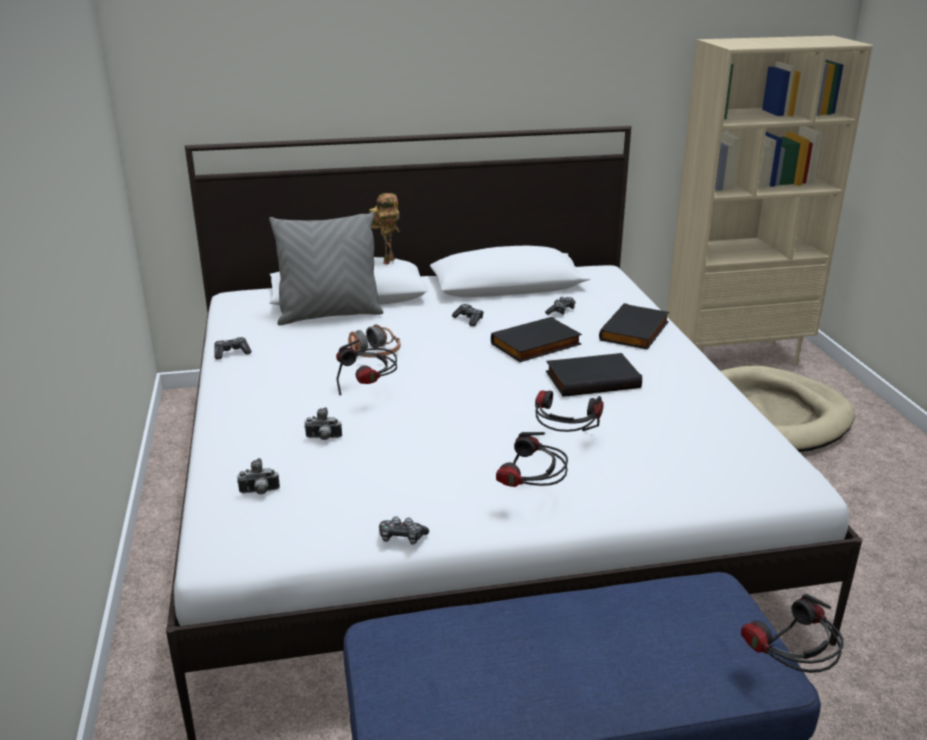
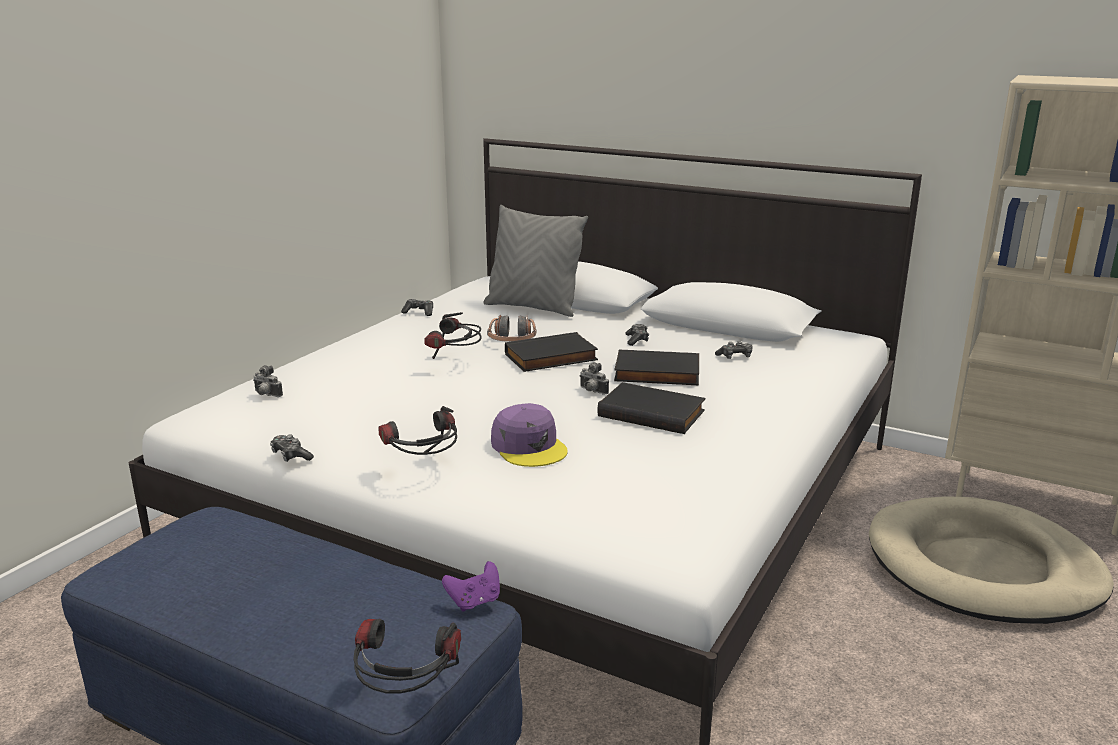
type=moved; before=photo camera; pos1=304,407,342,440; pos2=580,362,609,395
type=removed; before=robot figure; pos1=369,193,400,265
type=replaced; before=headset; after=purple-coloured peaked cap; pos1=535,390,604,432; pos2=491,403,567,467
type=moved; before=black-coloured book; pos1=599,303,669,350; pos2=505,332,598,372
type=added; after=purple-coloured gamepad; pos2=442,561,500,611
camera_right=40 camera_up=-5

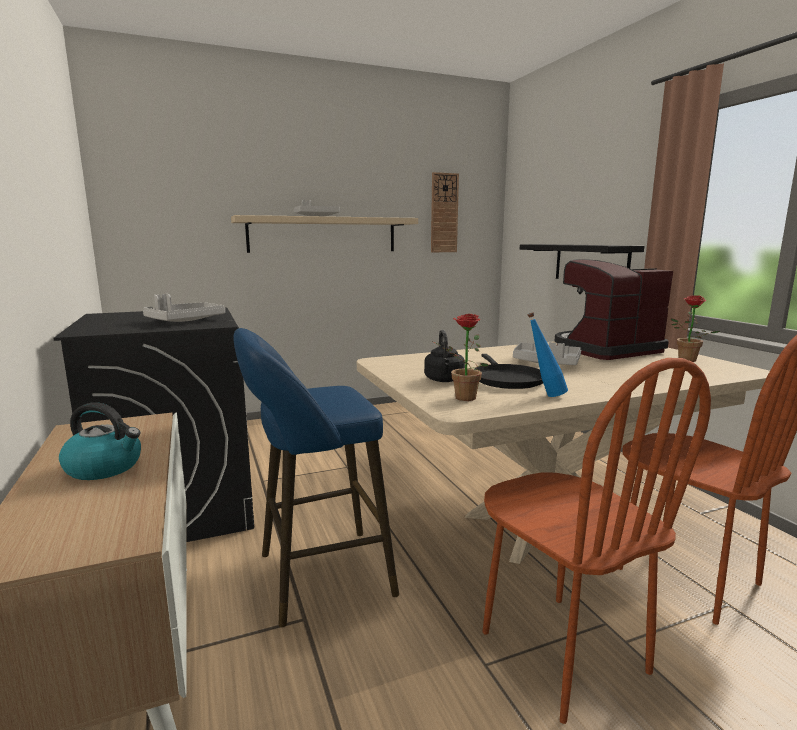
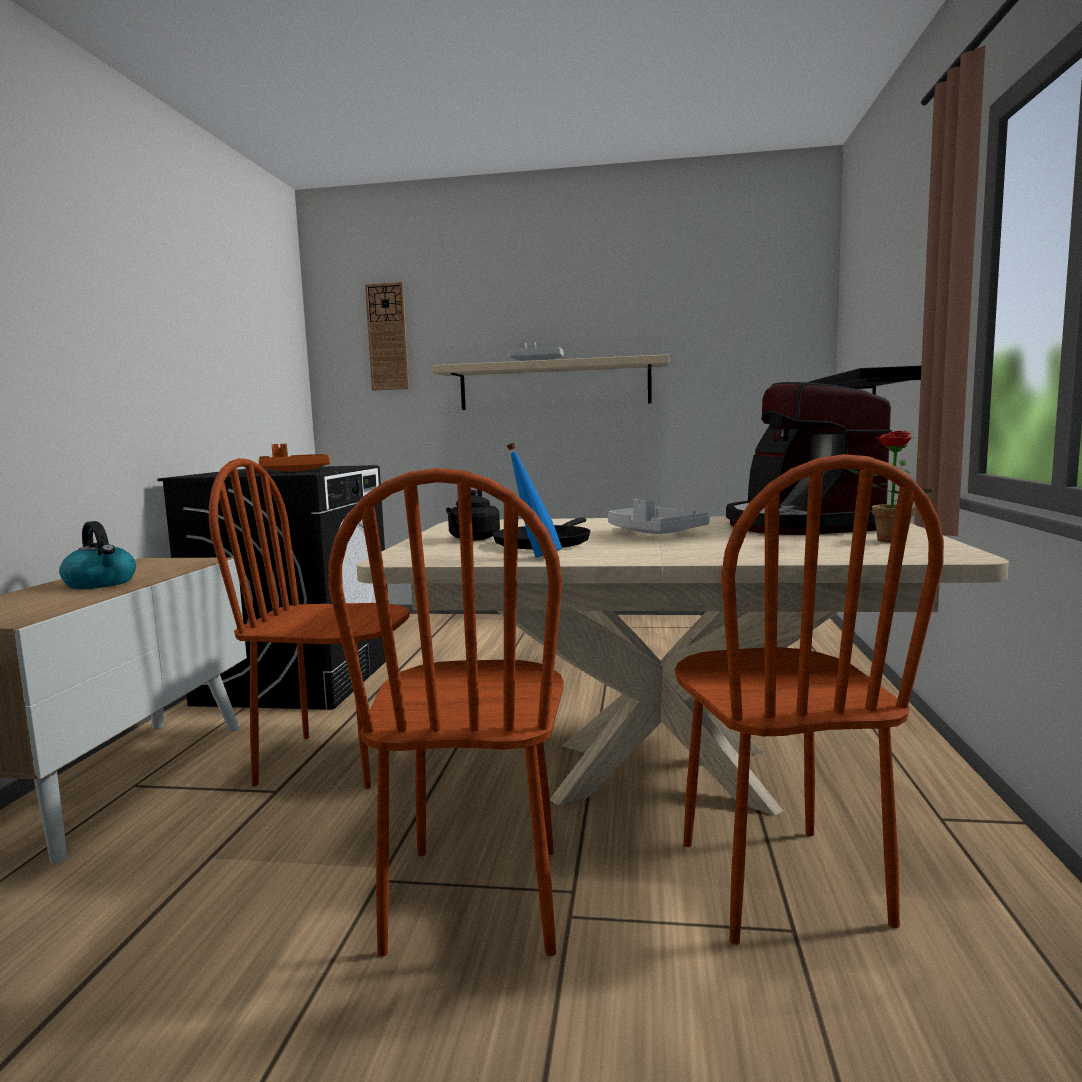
type=recoloured; before=grey carrying tray; after=orange-coloured carrying tray; pos1=143,294,225,322; pos2=258,444,330,472
type=replaced; before=bluish sitting stool; after=brown-coloured plain chair; pos1=234,328,399,627; pos2=209,458,410,789
type=moved; before=hanging clock; pos1=431,172,459,252; pos2=365,282,409,390
type=removed; before=plant in a pot; pos1=433,314,489,401
type=turned; before=coffee machine; pos1=555,259,673,360; pos2=726,382,892,535; turn=-105
camera_right=30 camera_up=-5

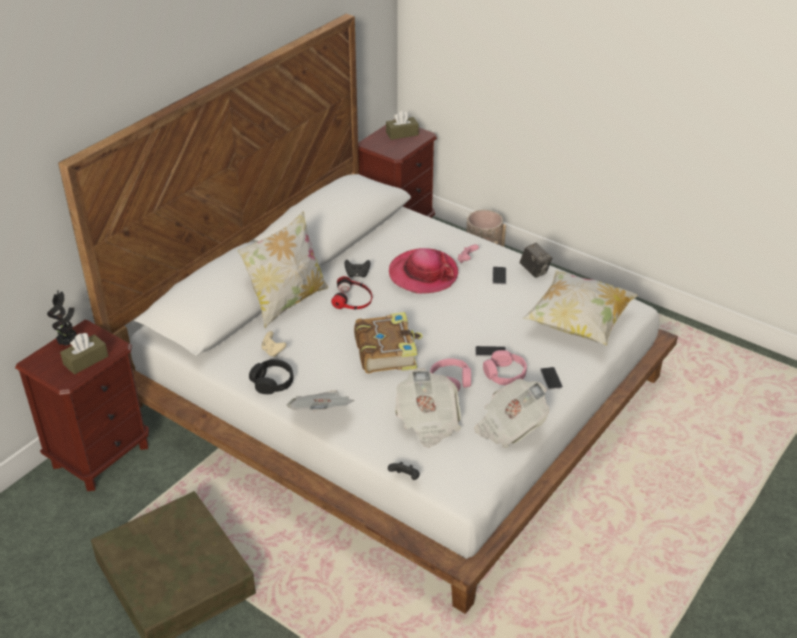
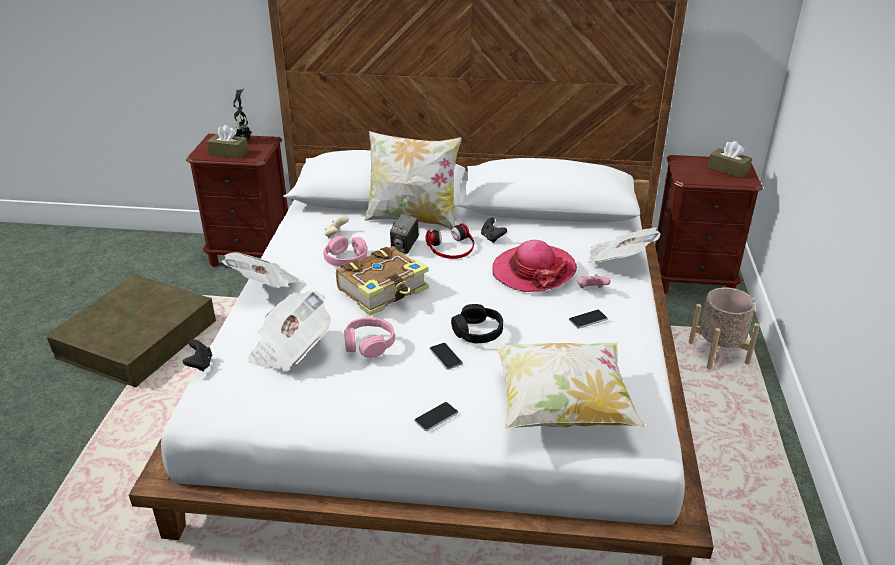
type=moved; before=black-coloured headset; pos1=249,359,293,394; pos2=451,304,503,343
type=moved; before=daily paper; pos1=474,379,549,448; pos2=588,227,661,263
type=moved; before=pink headset; pos1=483,350,527,385; pos2=324,236,368,267
type=moved; before=photo camera; pos1=520,243,552,278; pos2=390,214,419,254
camera_right=60 camera_up=-5

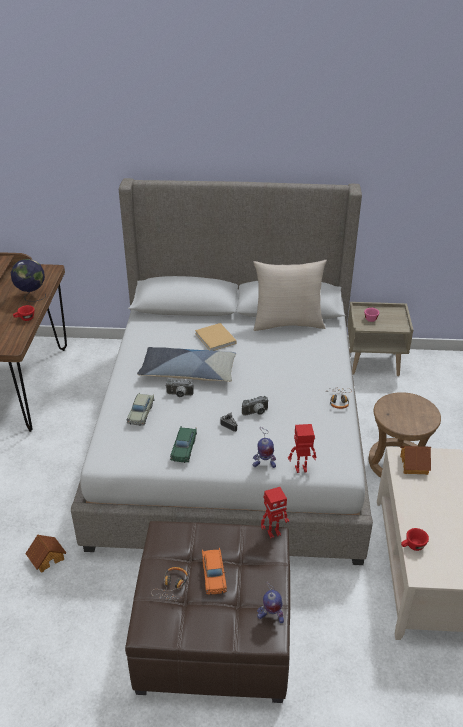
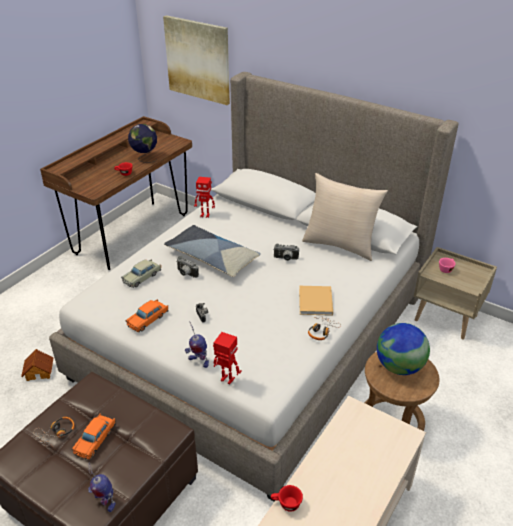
type=recoloured; before=green toy car; after=orange-coloured toy car; pos1=170,426,197,463; pos2=126,299,169,332
type=moved; before=sand-coloured book; pos1=195,323,236,351; pos2=299,286,333,316
type=moved; before=photo camera; pos1=242,396,269,416; pos2=274,244,299,261
type=moved; before=robot figure; pos1=261,487,289,539; pos2=194,177,215,218
type=removed; before=miniature house; pos1=400,446,431,475
type=added; after=wall art; pos2=163,15,230,105
type=added; after=globe; pos2=377,323,430,375
camera_right=30 camera_up=0

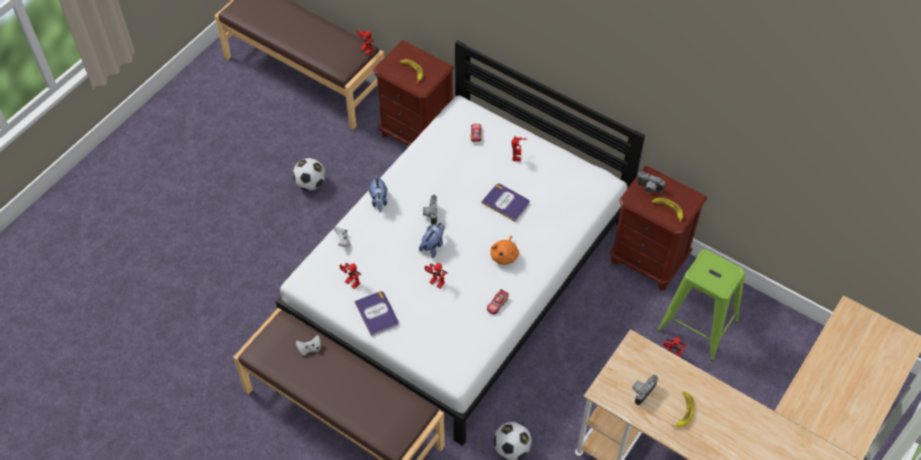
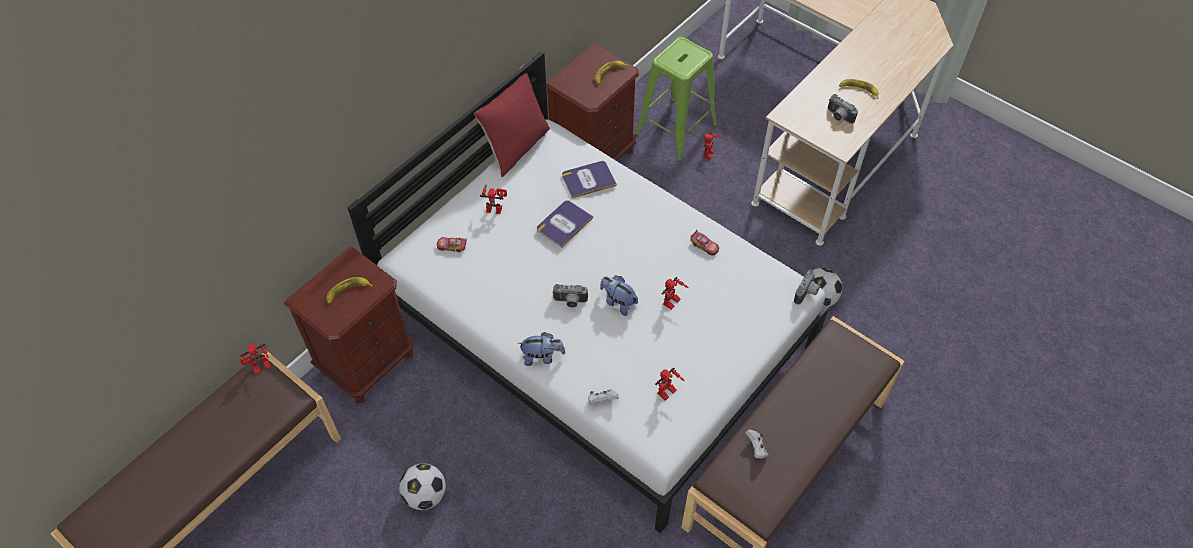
type=moved; before=book; pos1=354,291,399,336; pos2=562,161,617,199
type=removed; before=orange-coloured soft toy; pos1=490,236,519,265
type=moved; before=photo camera; pos1=637,171,665,193; pos2=794,270,820,305
type=added; after=red-coloured cushion; pos2=473,64,550,177
camera_right=-85 camera_up=0

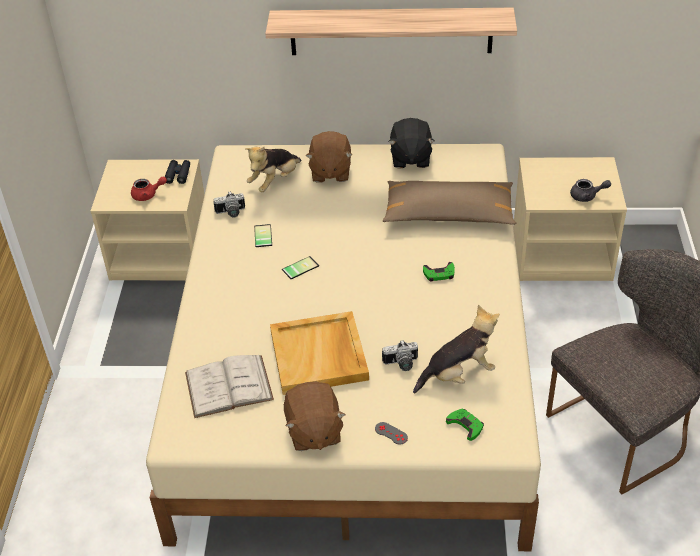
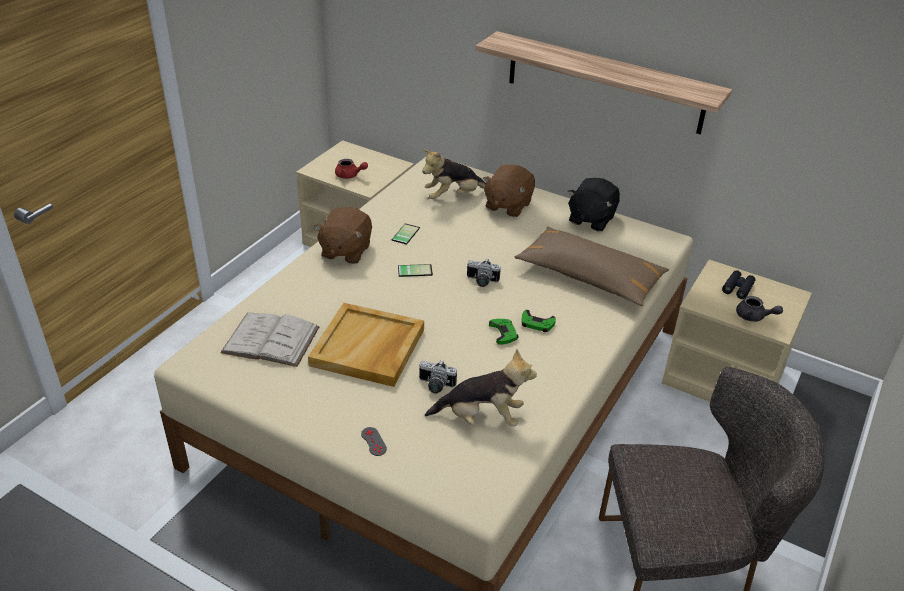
type=moved; before=black-coloured pair of binoculars; pos1=165,160,190,184; pos2=722,270,755,299
type=moved; before=photo camera; pos1=213,192,245,218; pos2=467,259,501,287
type=moved; before=brown-coloured soft toy; pos1=284,381,346,451; pos2=314,207,372,264
type=moved; before=green gamepad; pos1=446,409,484,441; pos2=489,319,519,345
camera_right=25 camera_up=-5

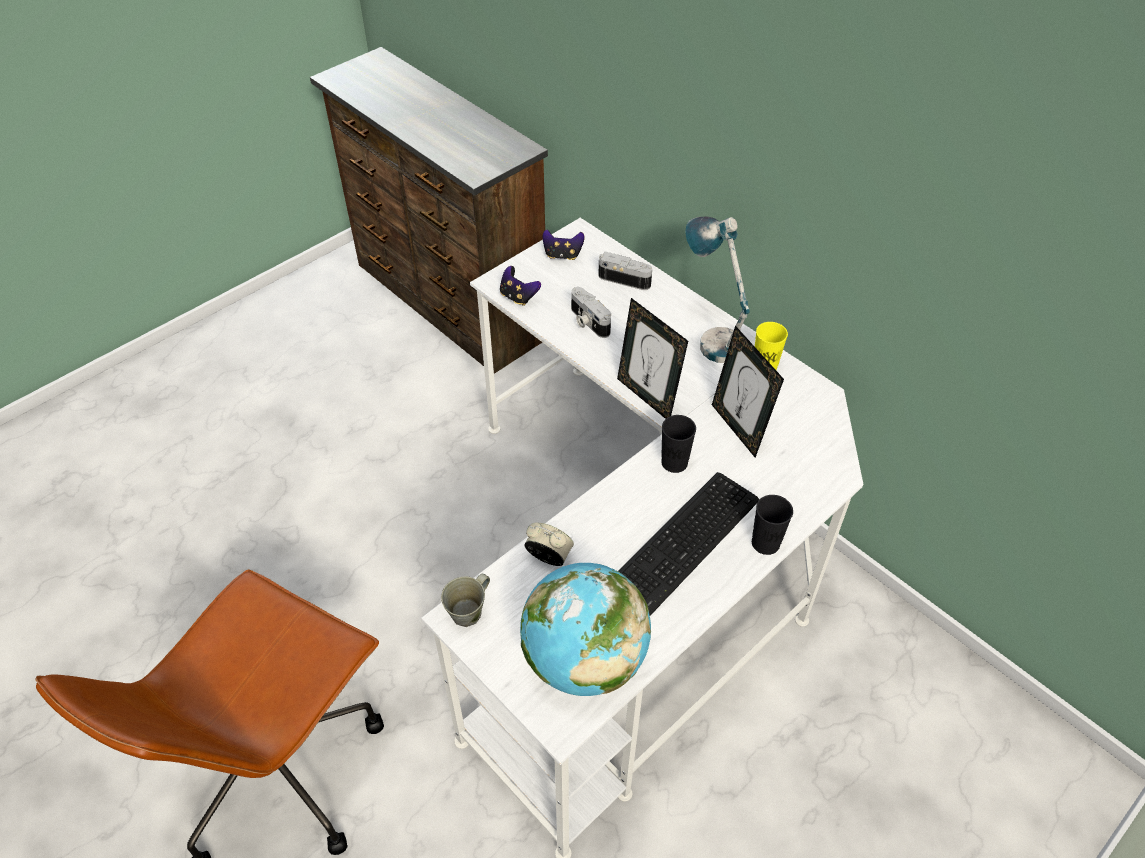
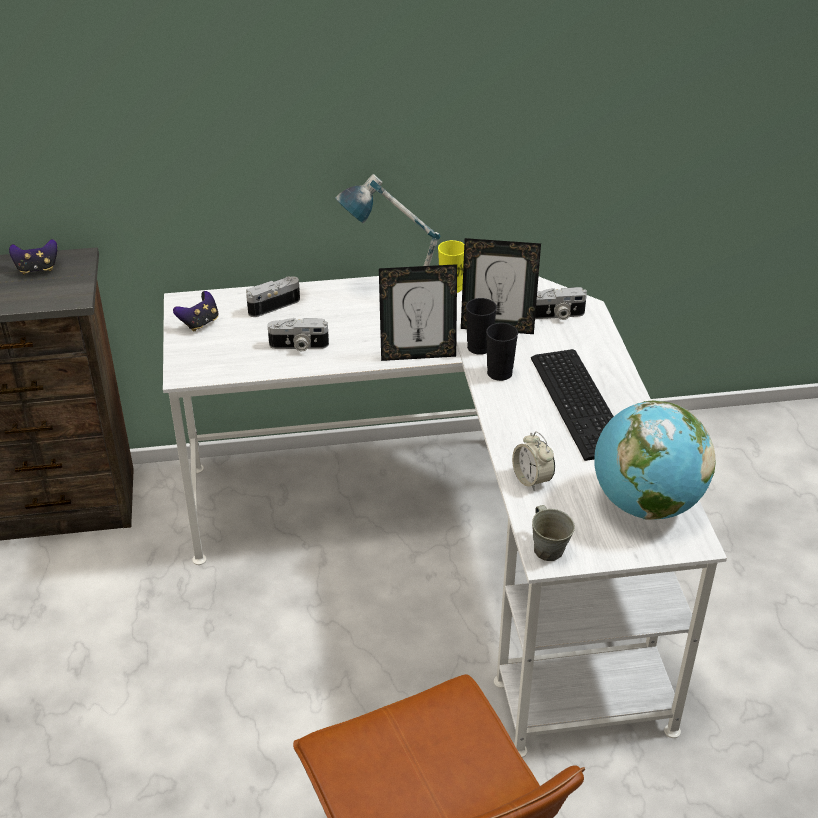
type=moved; before=gamepad; pos1=500,266,541,306; pos2=9,239,58,274
type=turned; before=alarm clock; pos1=524,522,574,566; pos2=512,431,555,491; turn=-90
type=moved; before=black-coloured drinking cup; pos1=752,495,793,555; pos2=466,298,497,355
type=added; after=photo camera; pos2=535,287,587,320
camera_right=-55 camera_up=-10

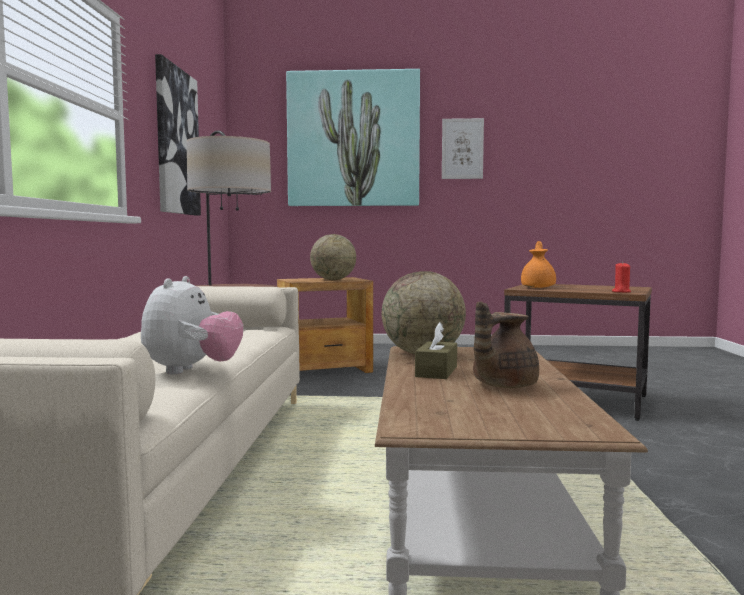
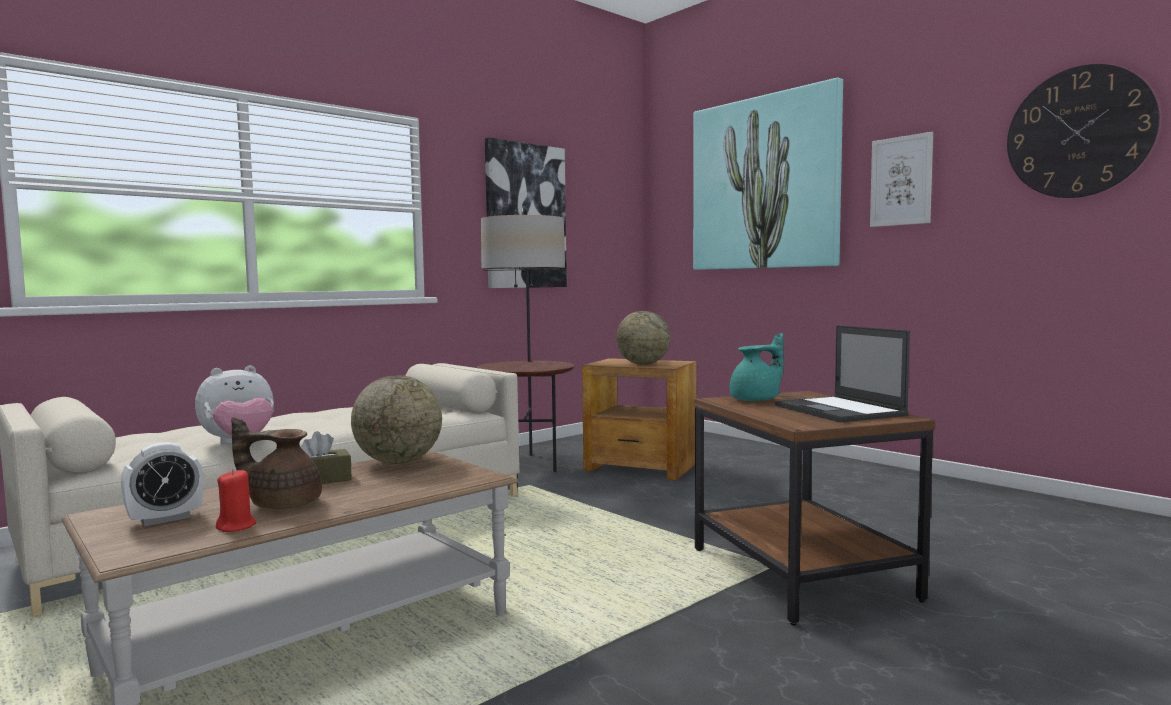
type=recoloured; before=orange-coloured pot for tea; after=blue-green pot for tea; pos1=521,241,556,288; pos2=730,333,784,401
type=moved; before=red-coloured wax light; pos1=612,262,631,293; pos2=216,469,256,532
type=added; after=alarm clock; pos2=121,442,204,527
type=added; after=portable computer; pos2=775,325,910,423
type=added; after=hanging clock; pos2=1007,64,1160,198
camera_right=45 camera_up=0

